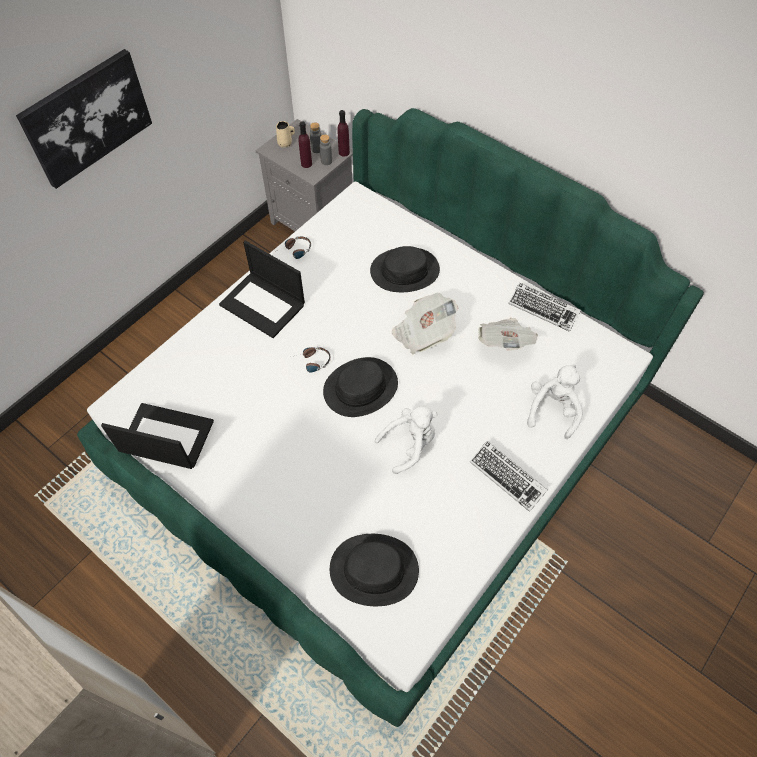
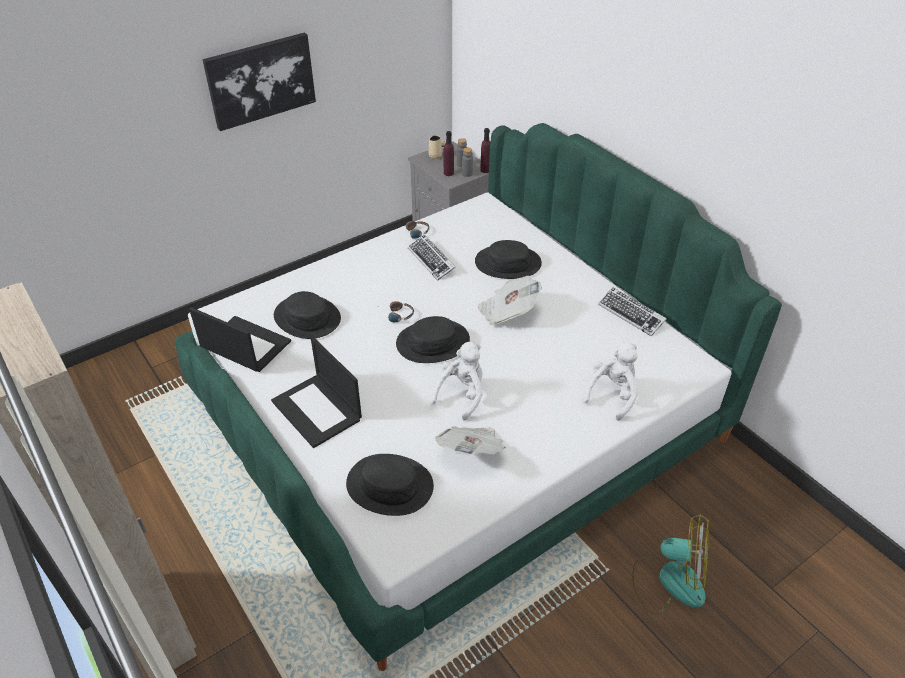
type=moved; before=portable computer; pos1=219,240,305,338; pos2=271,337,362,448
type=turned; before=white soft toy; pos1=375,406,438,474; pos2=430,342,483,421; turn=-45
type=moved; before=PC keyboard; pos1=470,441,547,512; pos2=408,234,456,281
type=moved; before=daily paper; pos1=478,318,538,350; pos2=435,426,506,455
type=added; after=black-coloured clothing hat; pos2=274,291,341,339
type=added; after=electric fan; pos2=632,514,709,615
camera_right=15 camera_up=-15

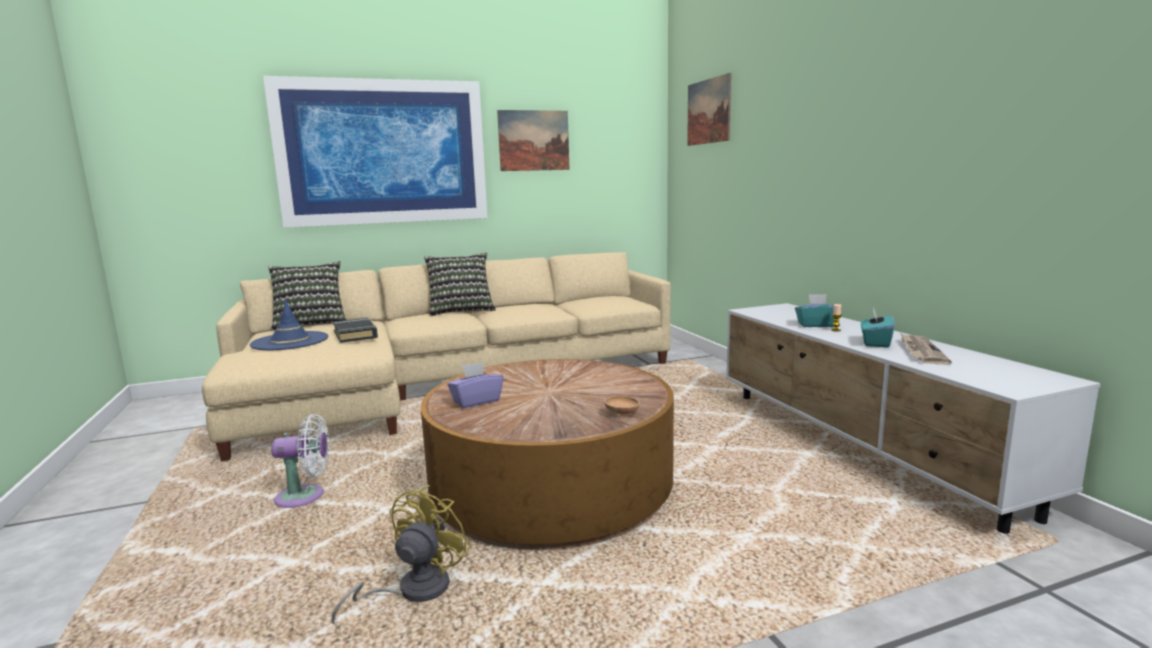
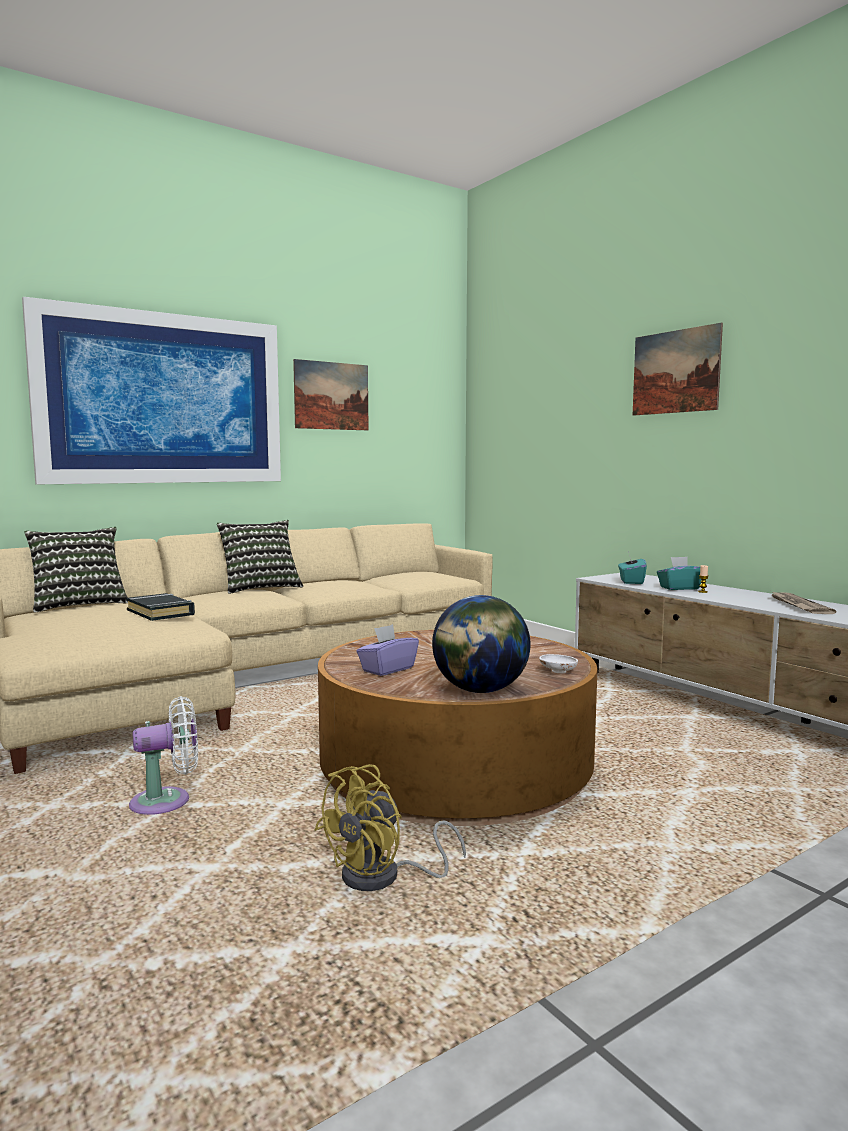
type=removed; before=bluish clothing hat; pos1=250,299,328,350
type=turned; before=yellow-coloured electric fan; pos1=332,485,471,624; pos2=314,764,466,891; turn=-150
type=recoloured; before=brown-coloured bowl; after=white bowl; pos1=604,396,640,416; pos2=539,654,578,673
type=moved; before=wall art; pos1=687,73,731,146; pos2=633,323,723,415
type=moved; before=blue-green tissue box; pos1=861,309,895,348; pos2=618,552,647,584
type=added; after=globe; pos2=432,595,531,693
camera_right=-15 camera_up=-5

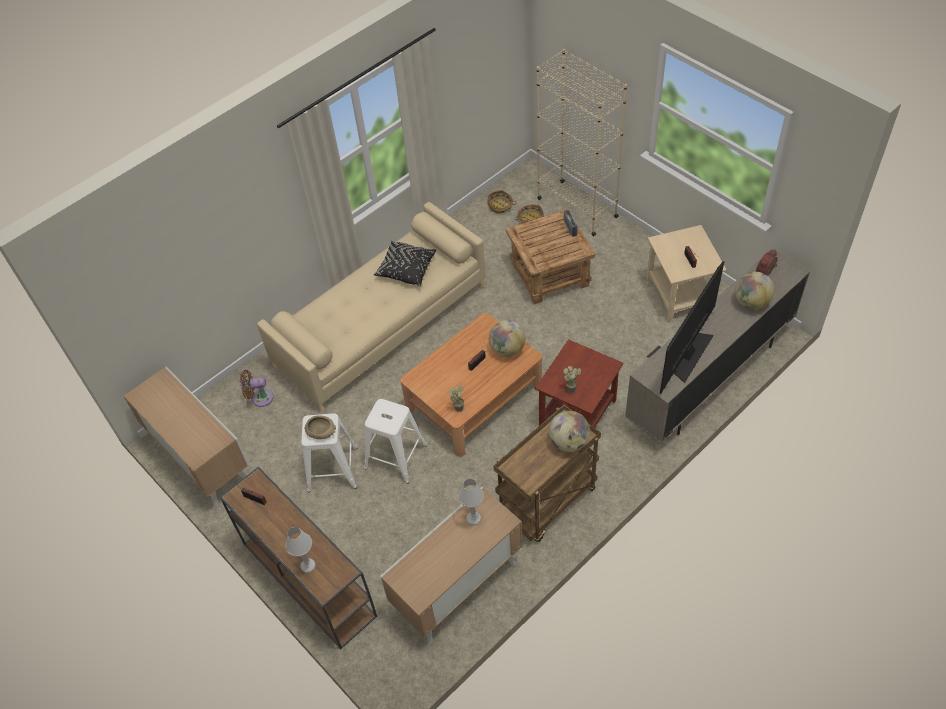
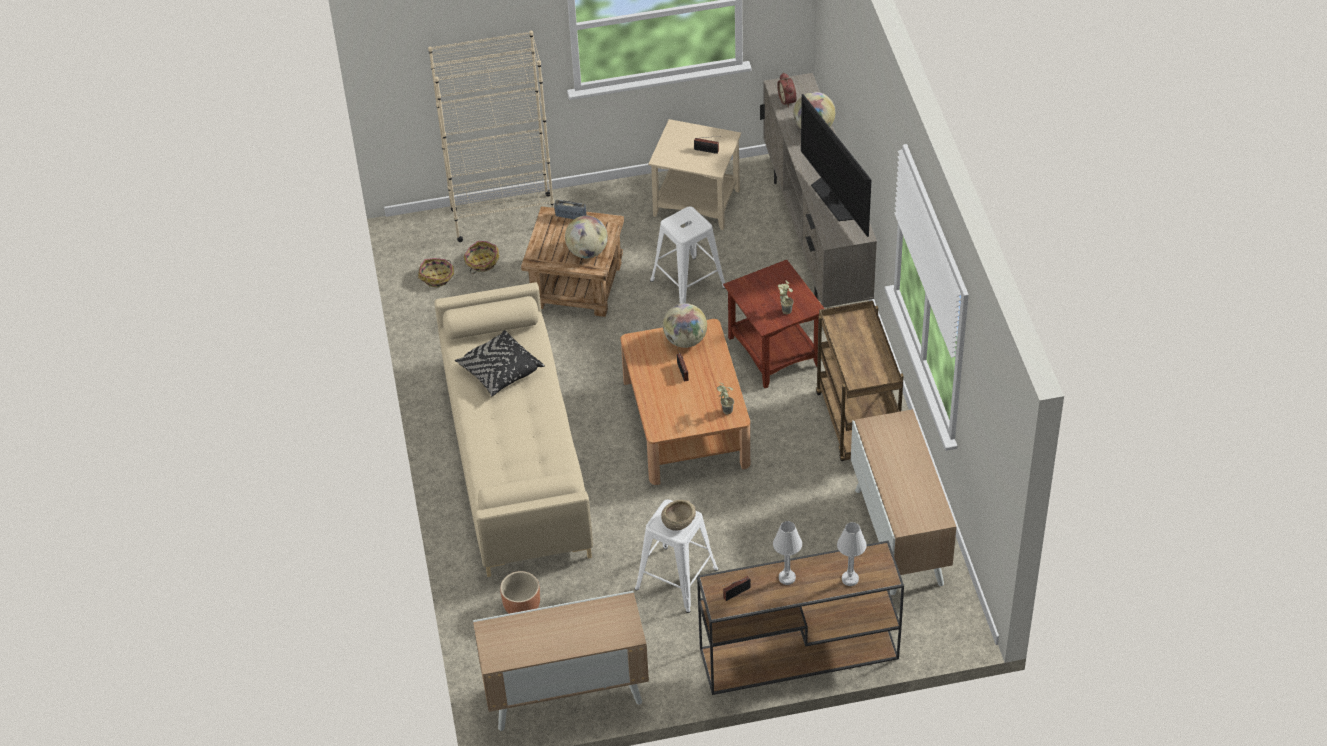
type=replaced; before=brown-coloured electric fan; after=brown-coloured planter; pos1=240,370,274,407; pos2=500,571,540,614
type=moved; before=white sitting stool; pos1=364,399,428,484; pos2=650,206,726,304
type=moved; before=white tabletop lamp; pos1=458,479,484,526; pos2=773,521,802,585
type=moved; before=globe; pos1=549,411,590,452; pos2=565,216,608,258
camera_right=-60 camera_up=-5

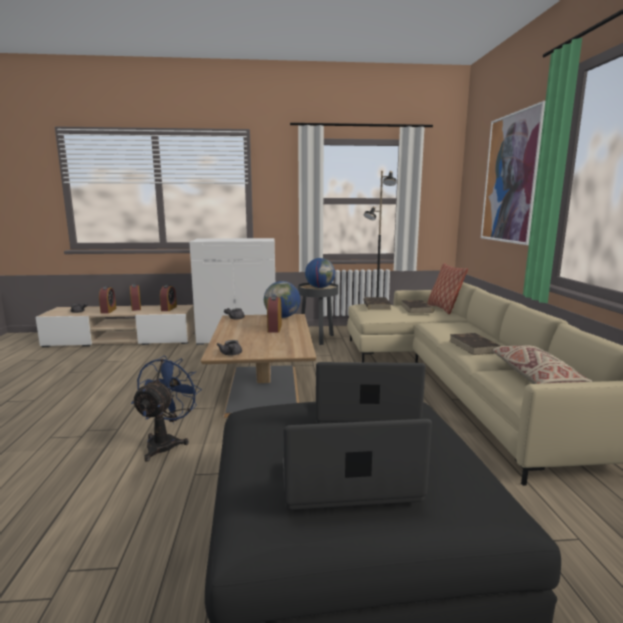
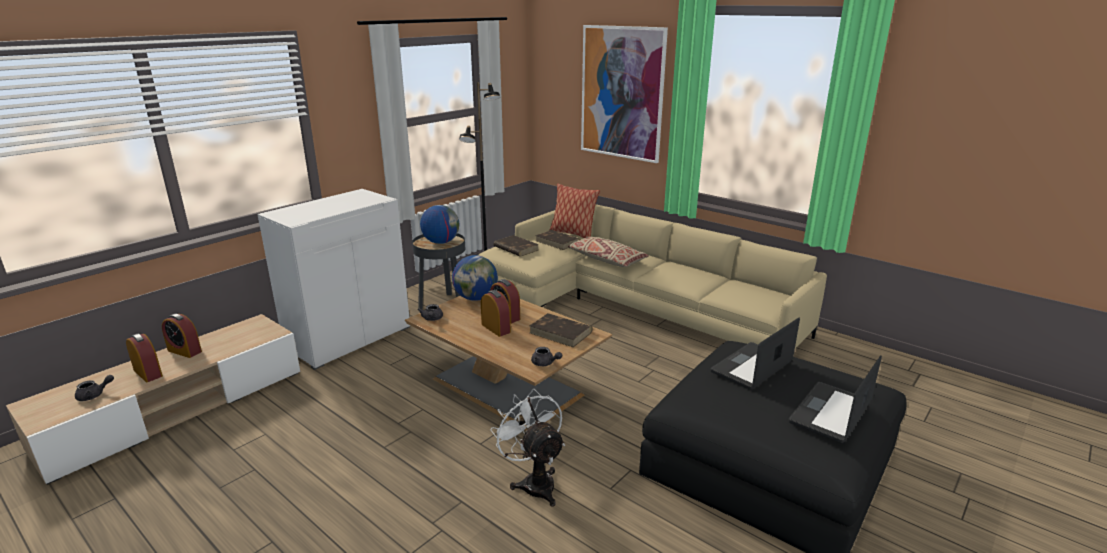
type=recoloured; before=bluish electric fan; after=white electric fan; pos1=131,356,202,462; pos2=490,389,565,507
type=moved; before=alarm clock; pos1=160,285,177,311; pos2=481,290,511,337
type=moved; before=brown-coloured book; pos1=450,333,501,355; pos2=530,313,593,347
type=moved; before=sand-coloured cushion; pos1=492,345,594,384; pos2=568,237,649,267
camera_right=-45 camera_up=10

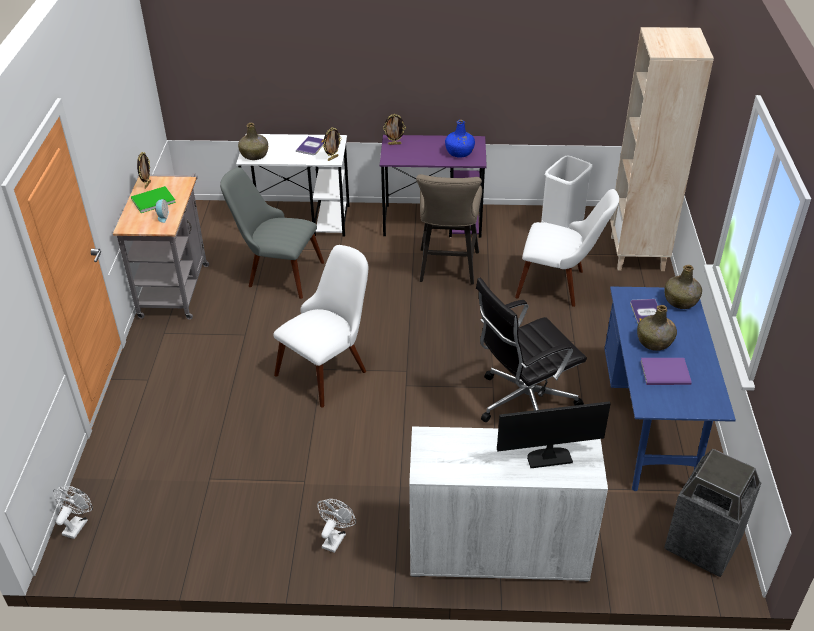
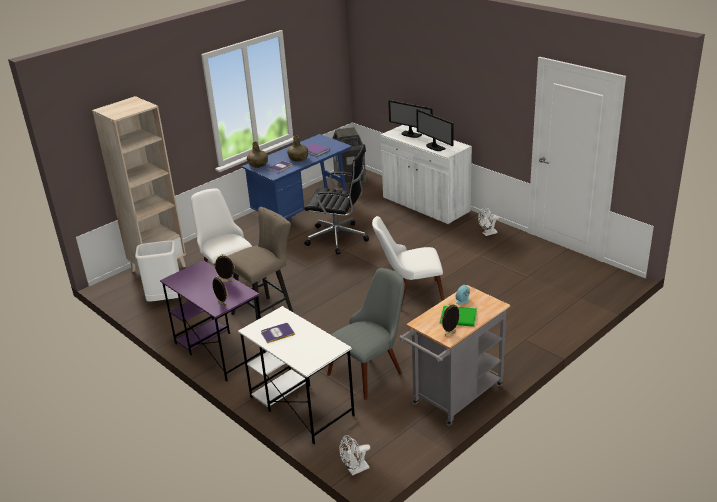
type=moved; before=white electric fan; pos1=53,486,93,539; pos2=339,435,370,476
type=turned; before=grey plain chair; pos1=220,167,324,299; pos2=327,268,405,400; turn=-105
type=removed; before=green beverage bottle; pos1=238,123,268,160
type=moved; before=picture frame; pos1=323,127,341,161; pos2=214,254,235,282
type=removed; before=bluish beverage bottle; pos1=445,120,475,158
type=added; after=monitor; pos2=416,109,454,151
camera_right=-135 camera_up=-10

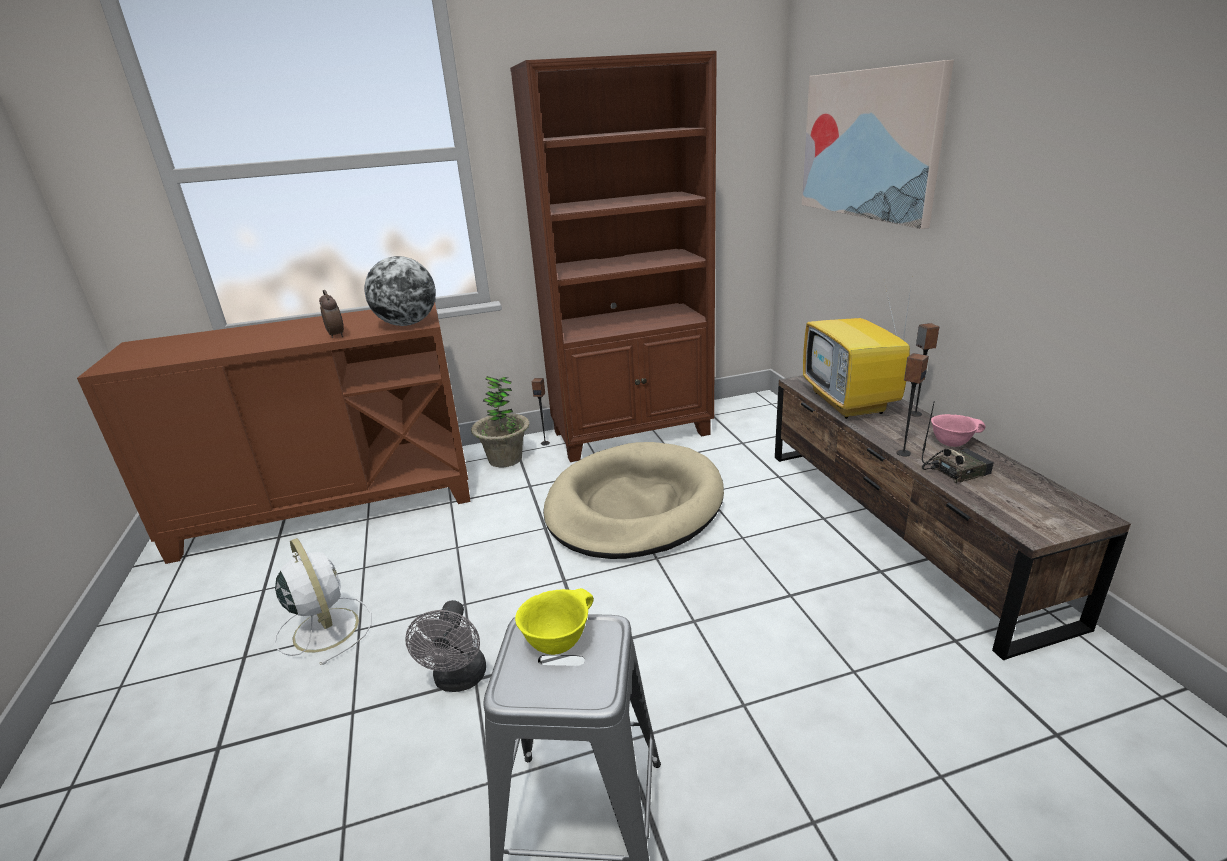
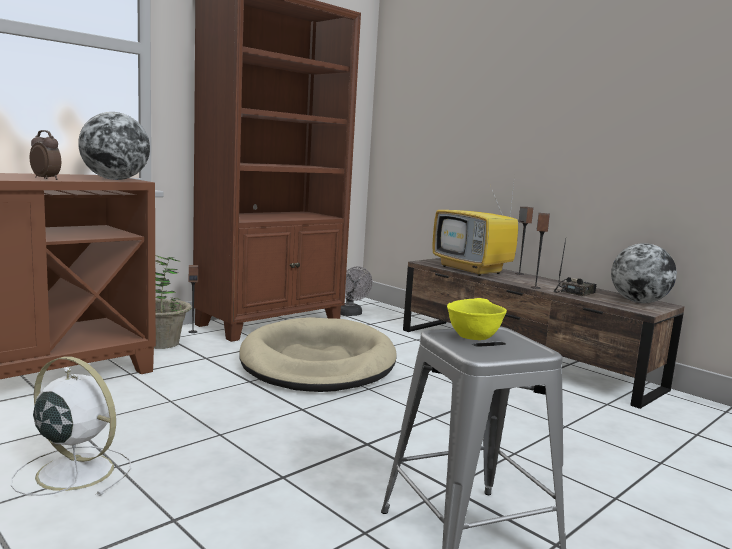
type=moved; before=grey electric fan; pos1=405,600,486,692; pos2=340,266,372,316
type=removed; before=wall art; pos1=802,60,954,229
type=removed; before=pink bowl; pos1=931,414,985,447
type=added; after=globe; pos2=611,243,677,303
camera_right=-30 camera_up=-15

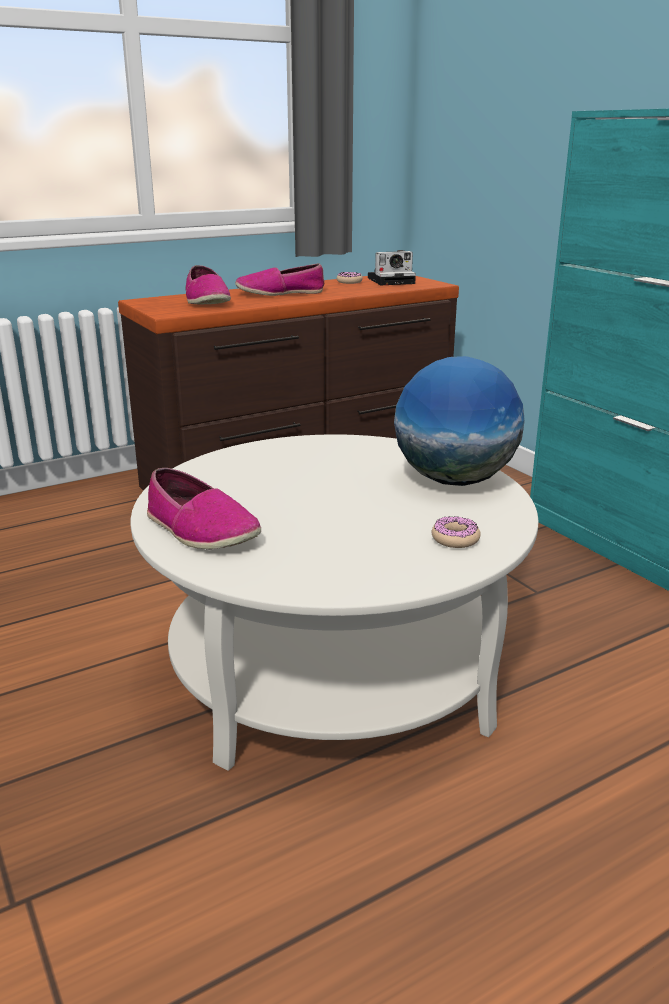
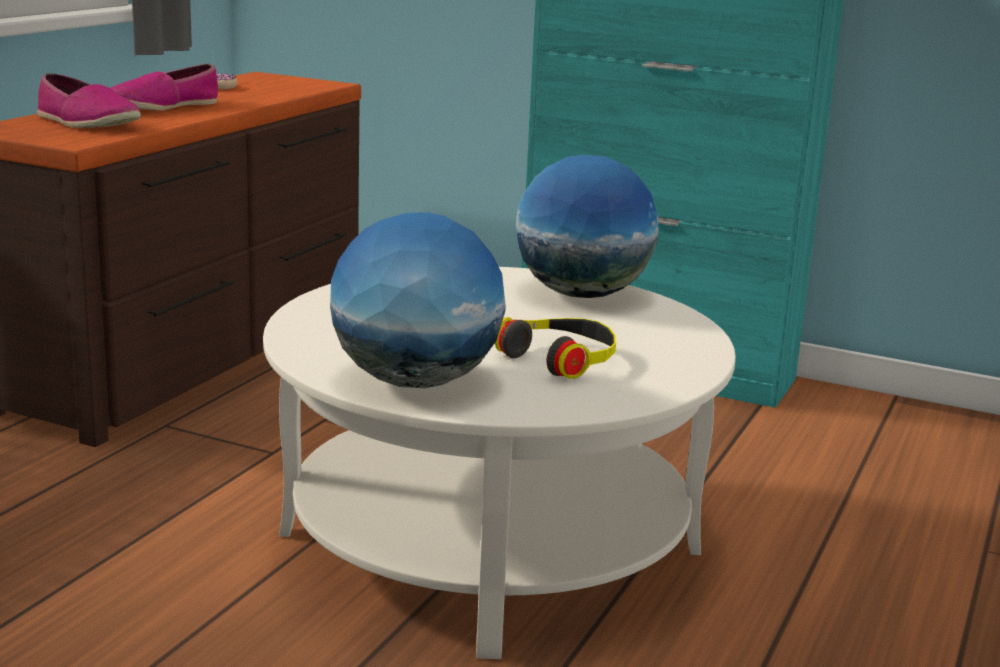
type=replaced; before=item of footwear; after=globe; pos1=147,468,261,549; pos2=330,212,506,388
type=removed; before=photo camera; pos1=368,250,416,285
type=removed; before=donut; pos1=432,516,481,548
type=added; after=headset; pos2=495,317,616,379
camera_right=-35 camera_up=-5

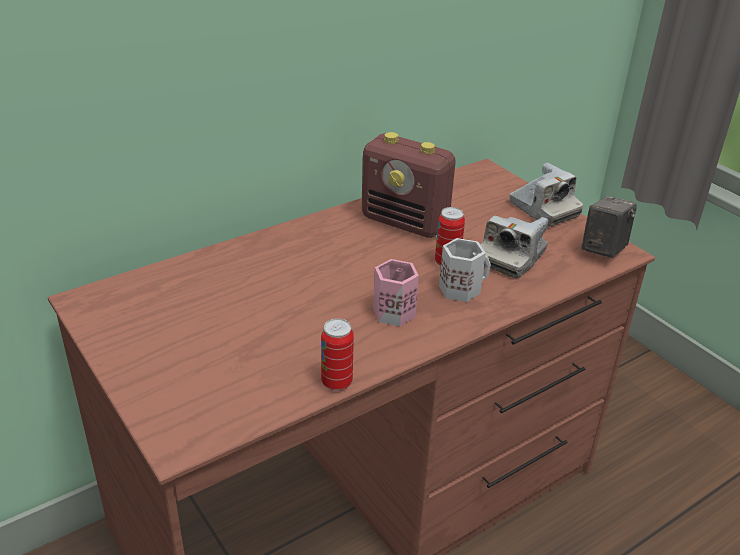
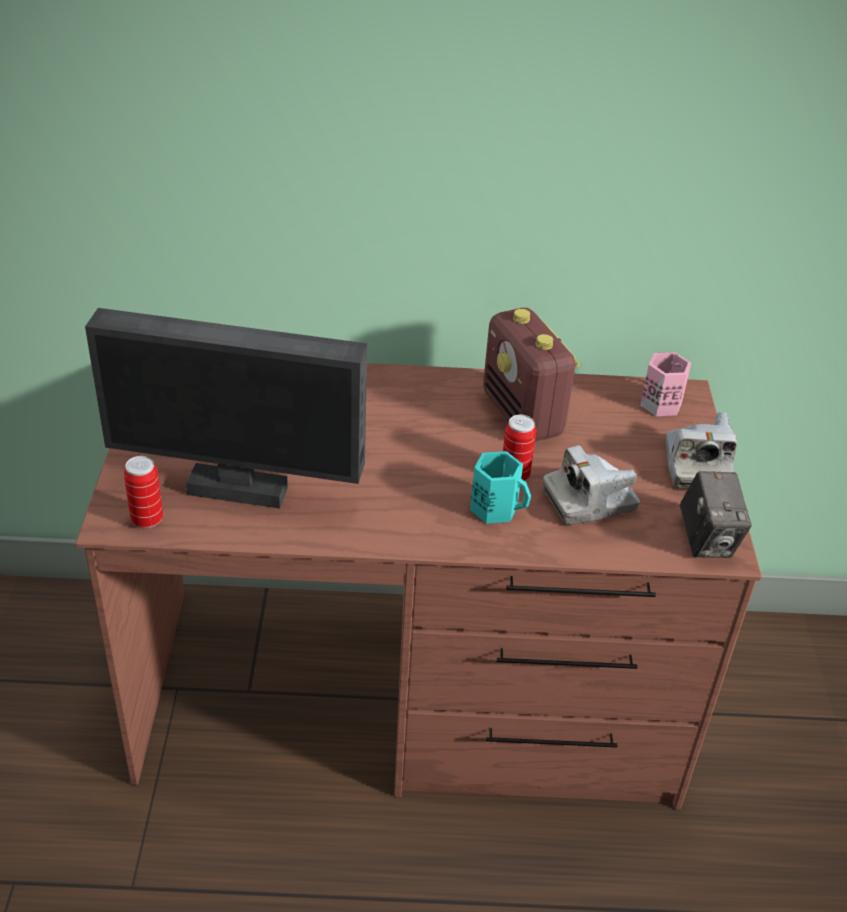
type=moved; before=metal can; pos1=321,318,354,391; pos2=124,456,163,528
type=moved; before=pink mug; pos1=373,259,419,326; pos2=640,352,691,416
type=recoloured; before=white mug; after=blue-green mug; pos1=439,238,491,302; pos2=470,451,531,524
type=turned; before=photo camera; pos1=581,196,637,258; pos2=680,471,752,558; turn=105
type=added; after=monitor; pos2=85,308,367,508
camera_right=35 camera_up=5

